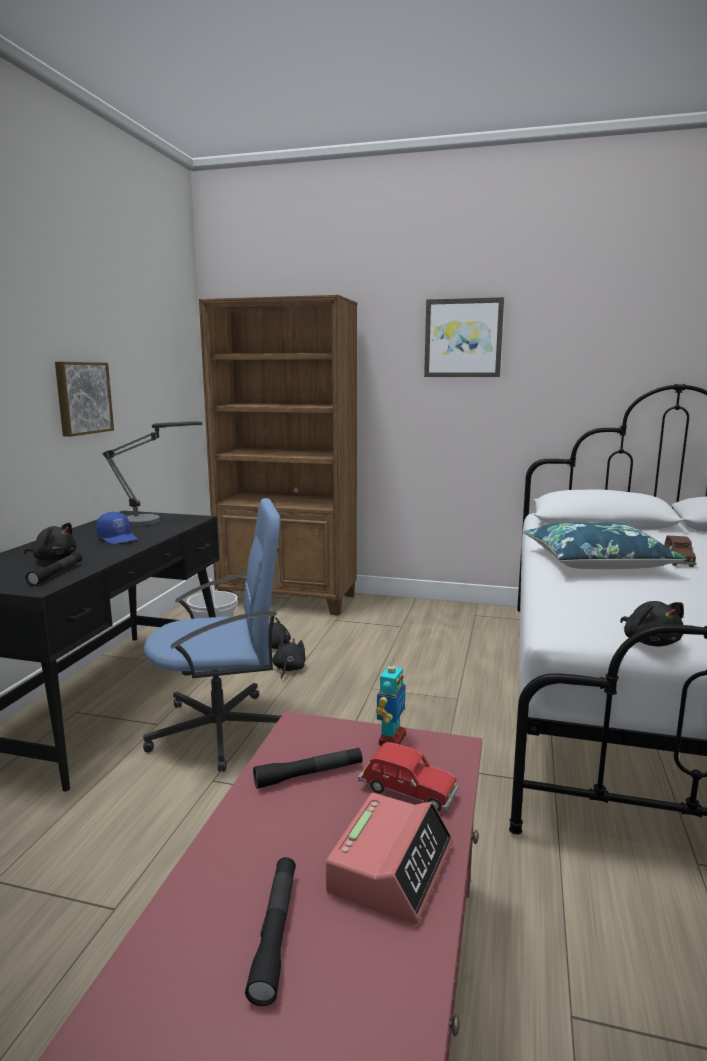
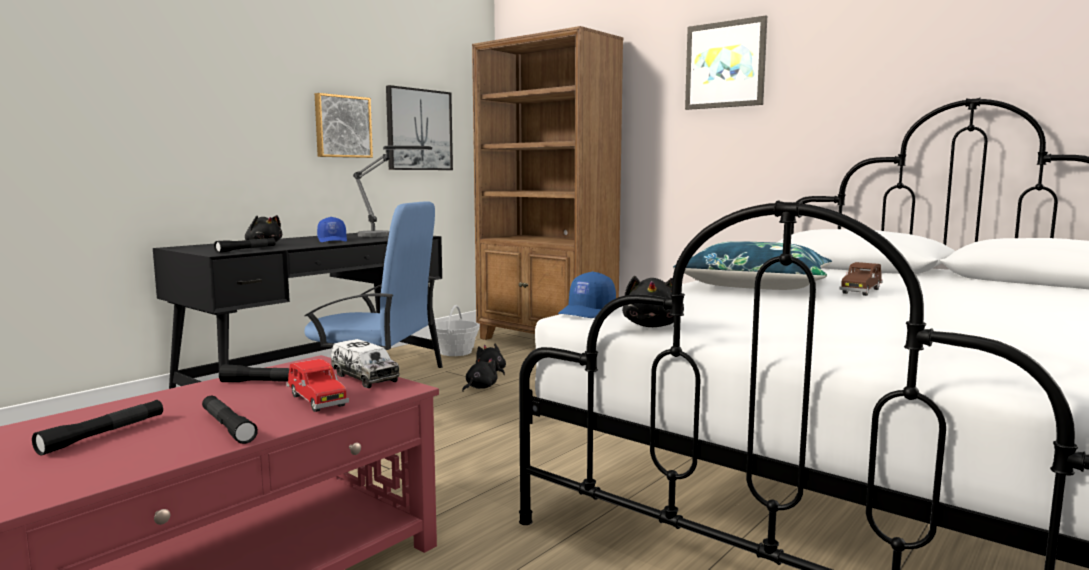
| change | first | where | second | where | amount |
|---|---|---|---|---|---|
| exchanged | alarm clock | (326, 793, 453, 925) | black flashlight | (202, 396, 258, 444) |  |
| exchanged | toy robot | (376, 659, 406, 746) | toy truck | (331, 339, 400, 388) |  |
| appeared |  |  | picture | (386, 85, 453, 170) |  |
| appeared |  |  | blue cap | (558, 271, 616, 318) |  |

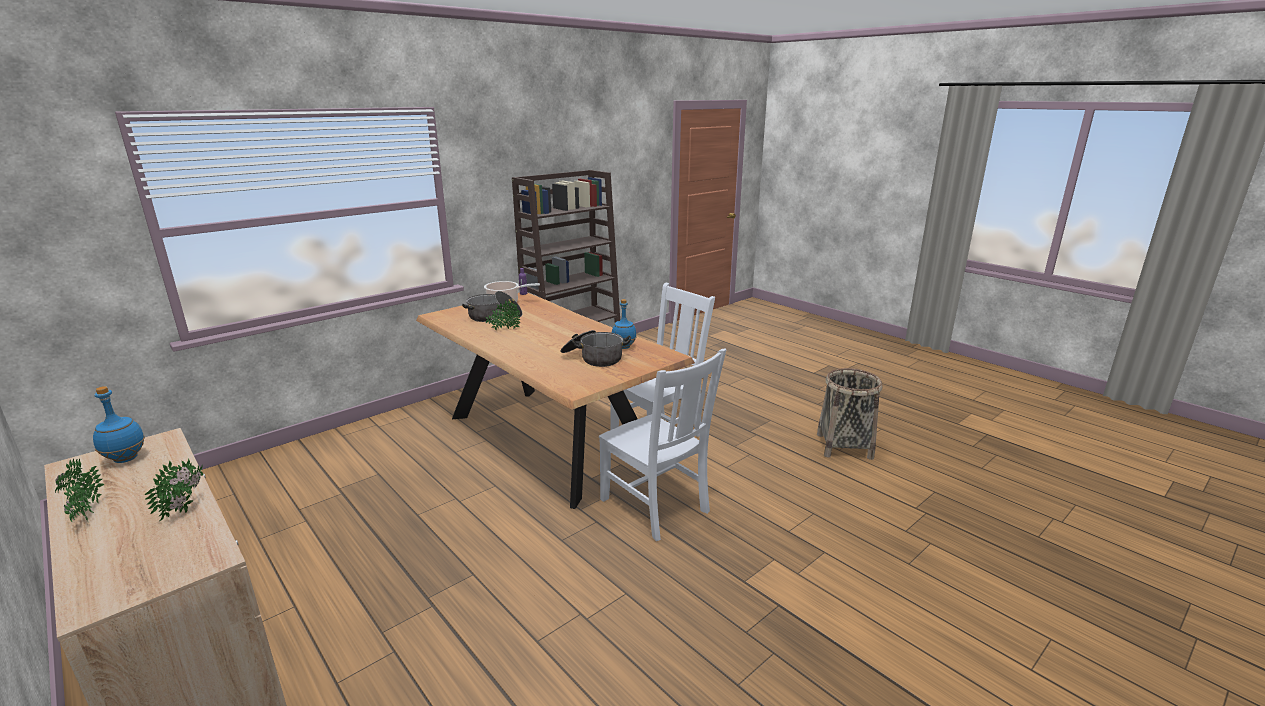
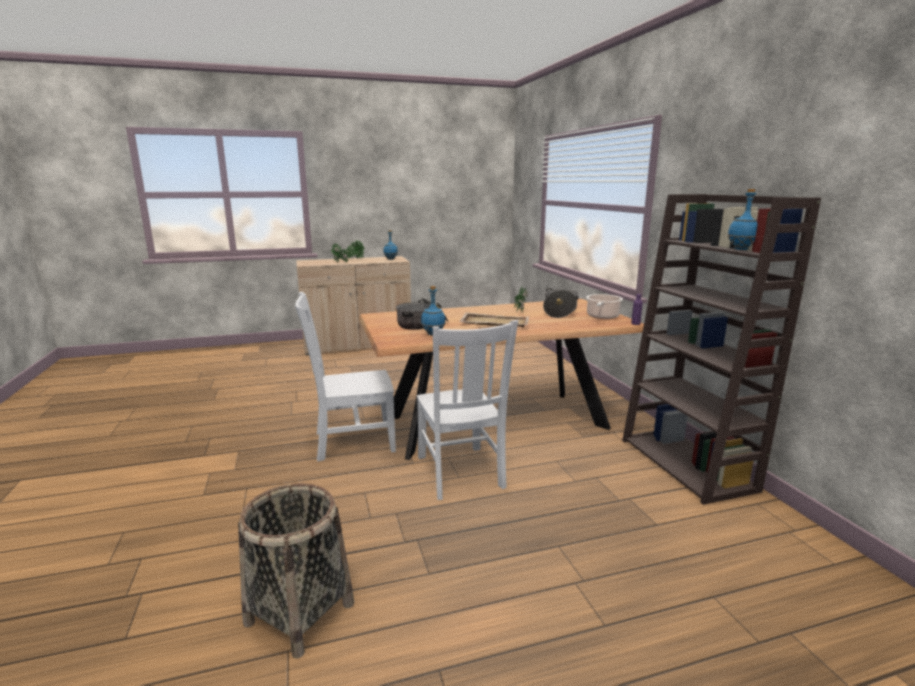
| change | first | where | second | where | amount |
|---|---|---|---|---|---|
| appeared |  |  | beige tray | (459, 312, 529, 327) |  |
| appeared |  |  | blue bottle | (728, 189, 758, 250) |  |

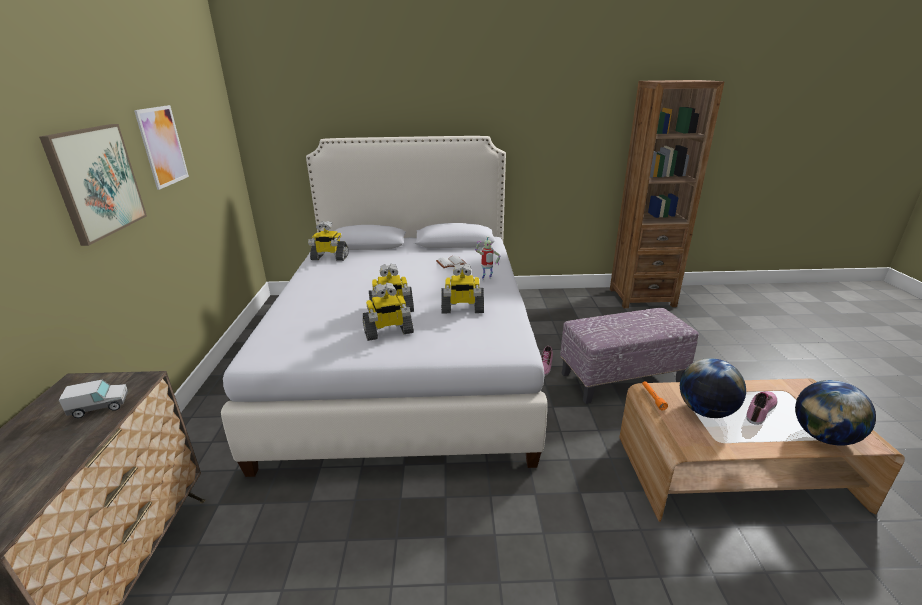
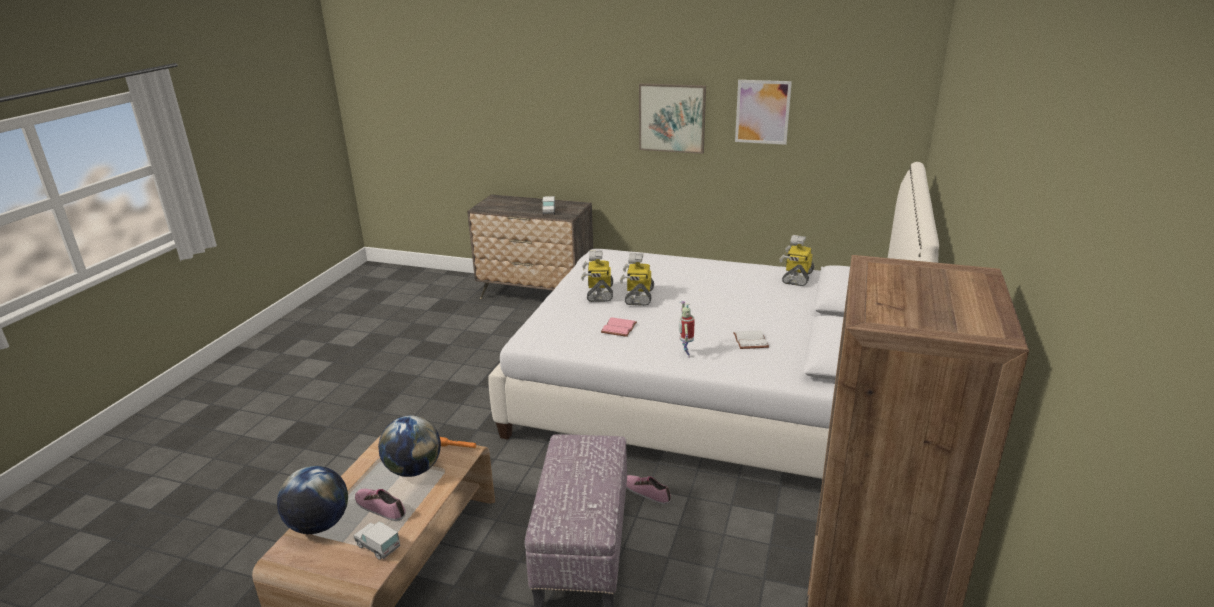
| change | first | where | second | where | amount |
|---|---|---|---|---|---|
| appeared |  |  | toy truck | (353, 522, 400, 560) |  |
| spun | shoe | (746, 391, 777, 425) |  | (355, 489, 406, 521) | 150 degrees clockwise |
| exchanged | toy robot | (441, 263, 484, 313) | pink book | (601, 317, 637, 337) |  |

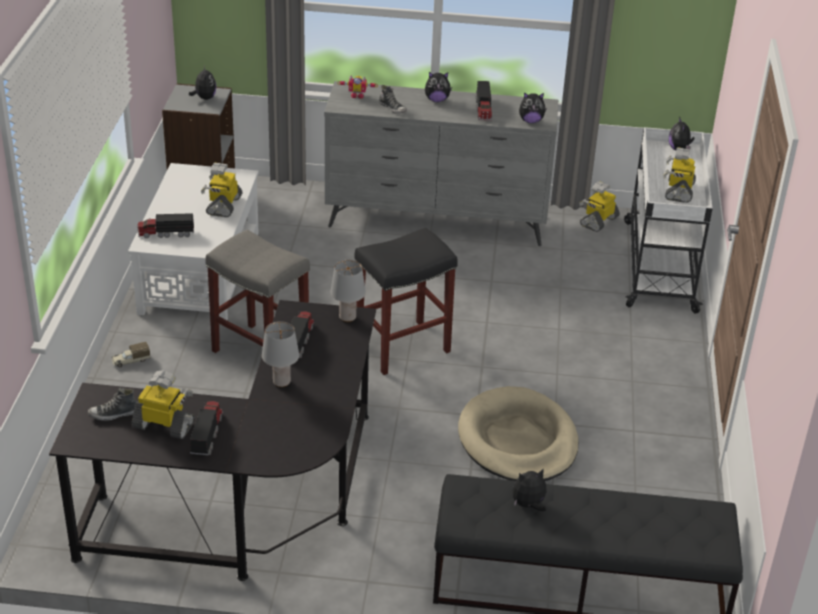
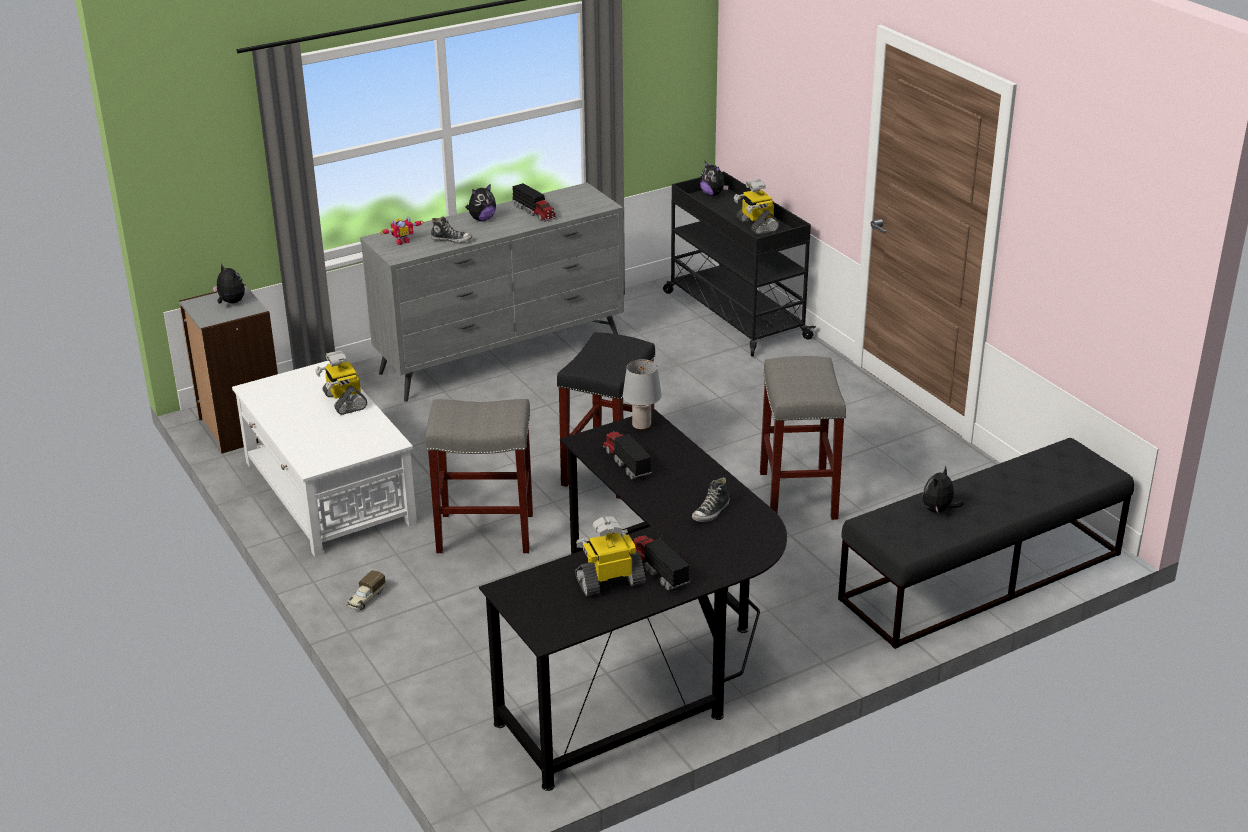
| change | first | where | second | where | amount |
|---|---|---|---|---|---|
| colour | white cart | (624, 127, 713, 314) | black cart | (663, 171, 816, 357) |  |
| relocated | shoe | (88, 387, 137, 421) |  | (692, 477, 730, 522) |  |
| exchanged | beige dog bed | (458, 386, 579, 481) | grey stool | (760, 356, 846, 520) |  |
| missing | toy truck | (137, 213, 194, 238) |  |  |  |
| missing | grey table lamp | (262, 321, 299, 388) |  |  |  |
| missing | plush toy | (519, 92, 547, 123) |  |  |  |
| missing | toy robot | (580, 181, 620, 232) |  |  |  |

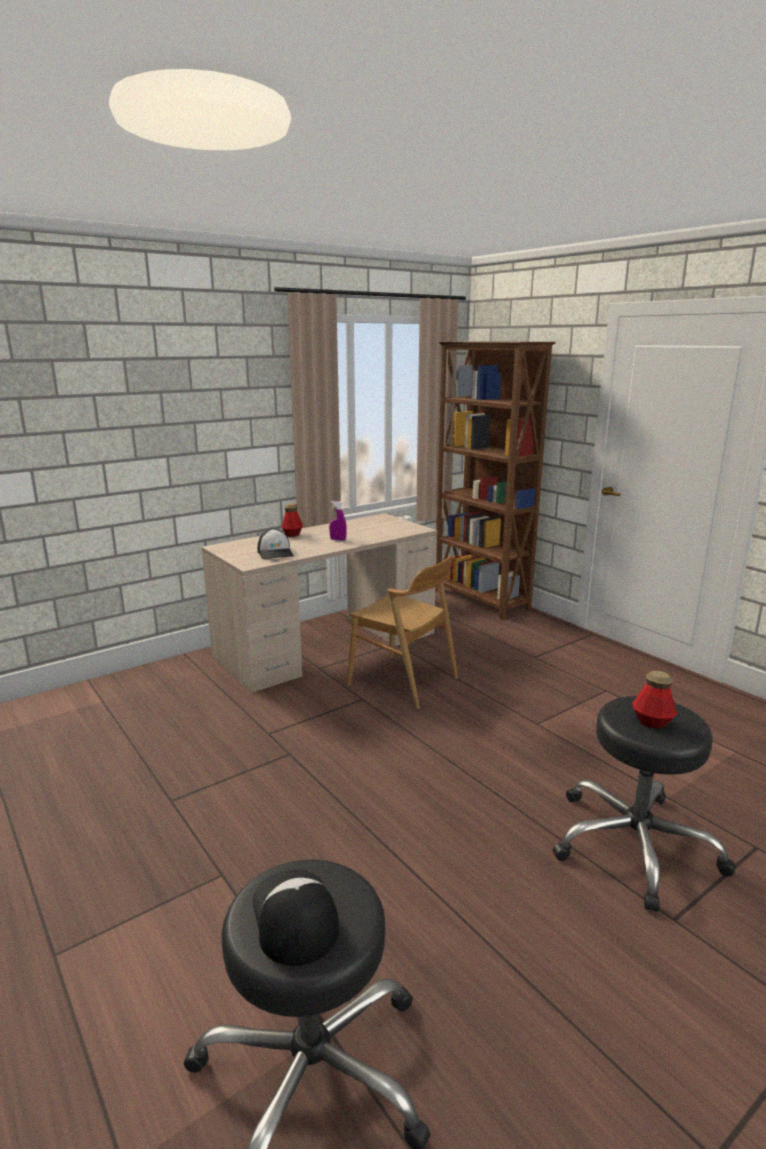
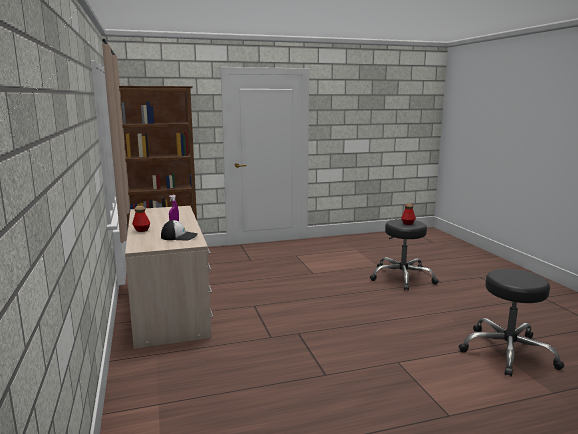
| change | first | where | second | where | amount |
|---|---|---|---|---|---|
| missing | cap | (253, 870, 339, 966) |  |  |  |
| missing | brown chair | (347, 555, 458, 709) |  |  |  |

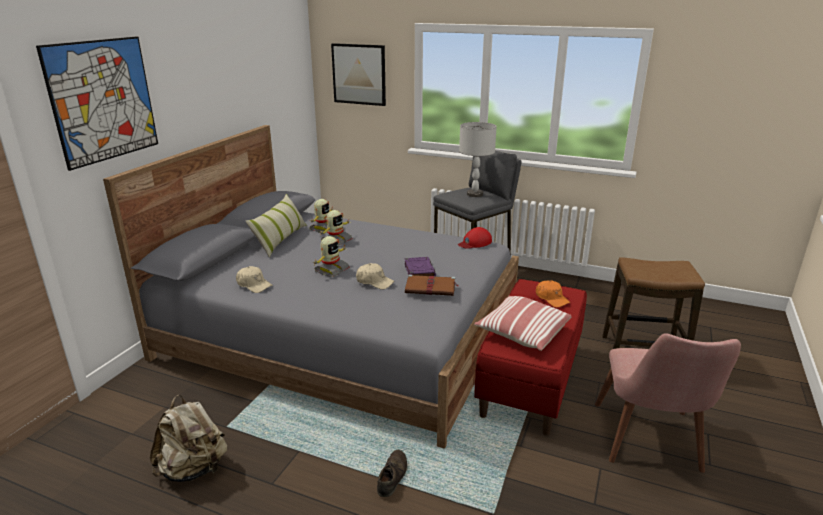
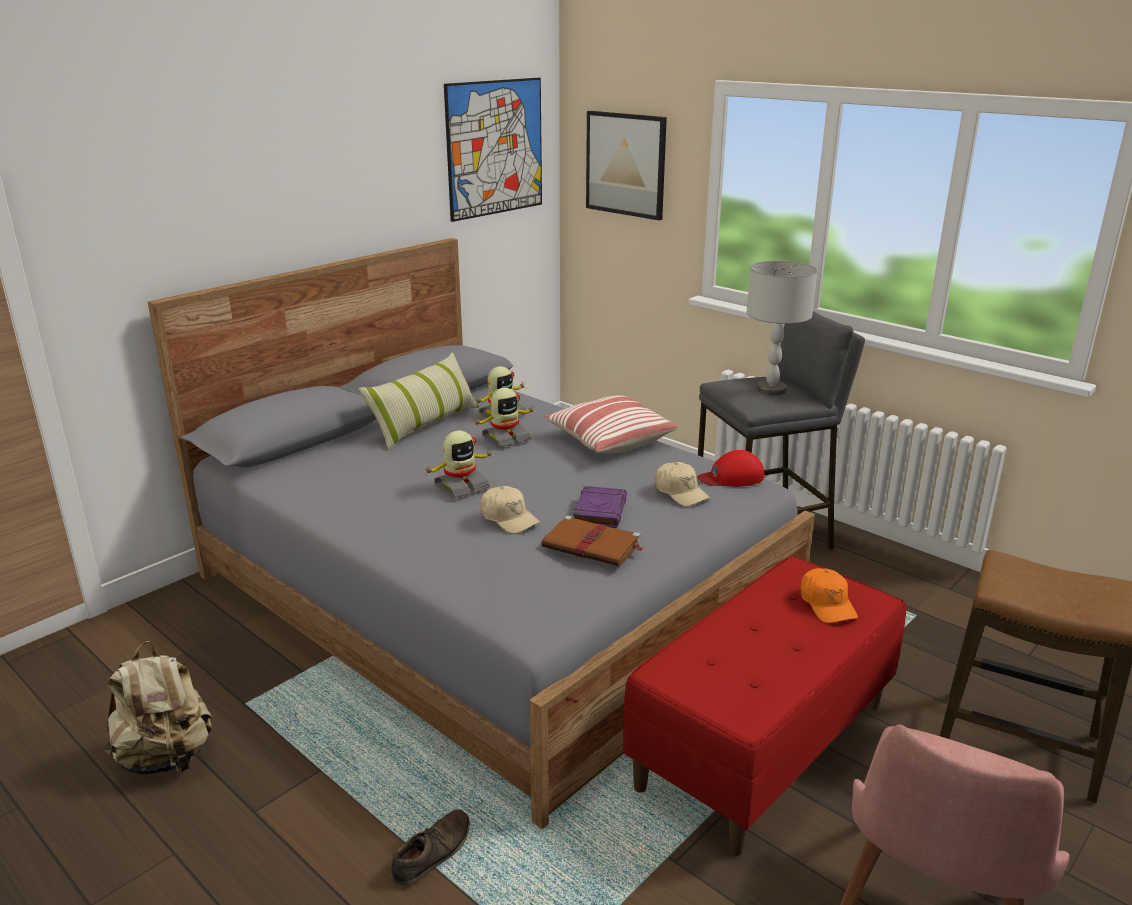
| change | first | where | second | where | amount |
|---|---|---|---|---|---|
| relocated | picture | (36, 36, 158, 171) |  | (444, 78, 542, 222) |  |
| relocated | pillow | (474, 296, 571, 351) |  | (544, 395, 678, 454) |  |
| relocated | beige cap | (236, 266, 273, 293) |  | (654, 462, 710, 506) |  |

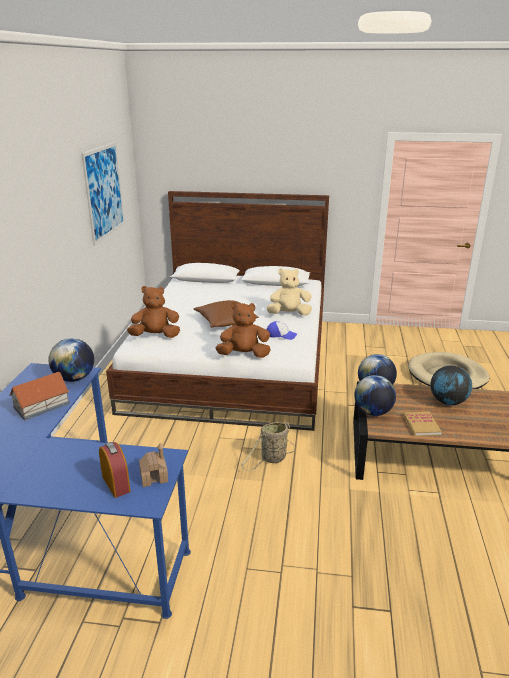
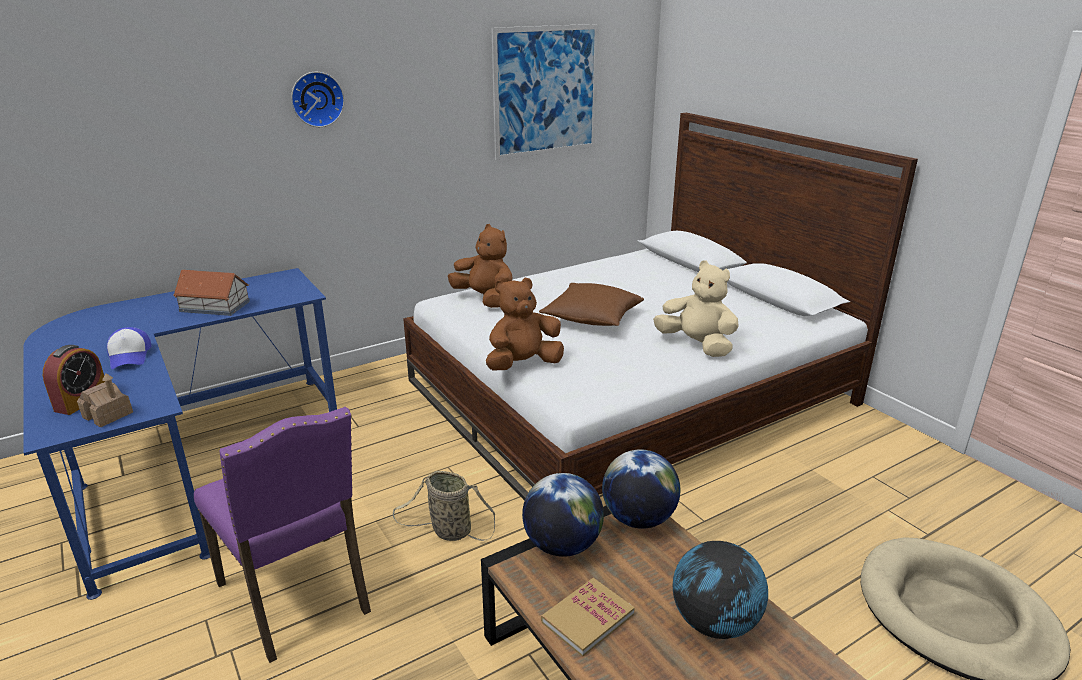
| change | first | where | second | where | amount |
|---|---|---|---|---|---|
| relocated | cap | (266, 321, 297, 340) |  | (107, 327, 152, 369) |  |
| appeared |  |  | purple chair | (194, 407, 371, 663) |  |
| appeared |  |  | wall clock | (291, 72, 345, 127) |  |
| spun | brown plush toy | (215, 302, 271, 358) |  | (486, 278, 564, 371) | 75 degrees counterclockwise |
| missing | globe | (48, 338, 94, 382) |  |  |  |

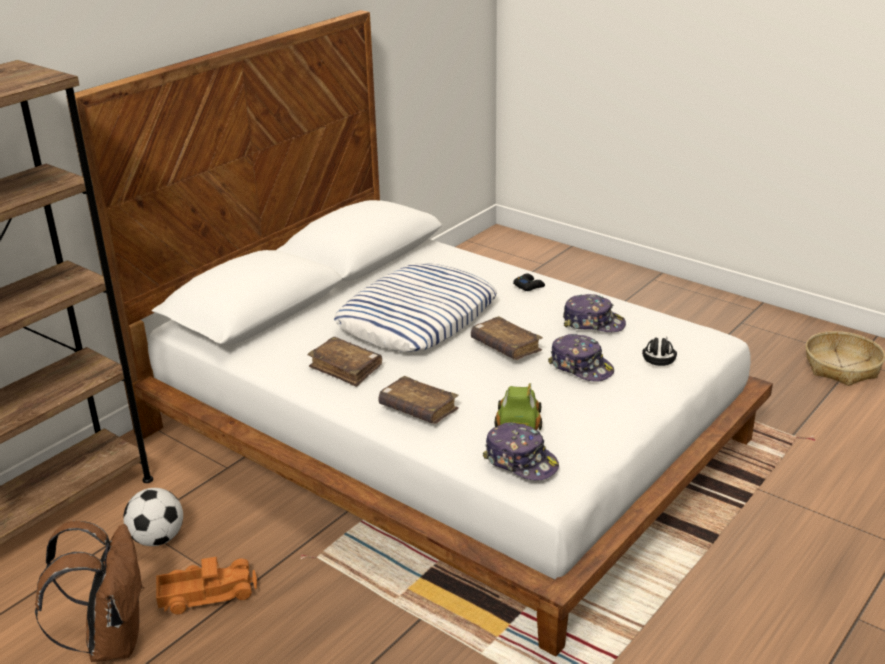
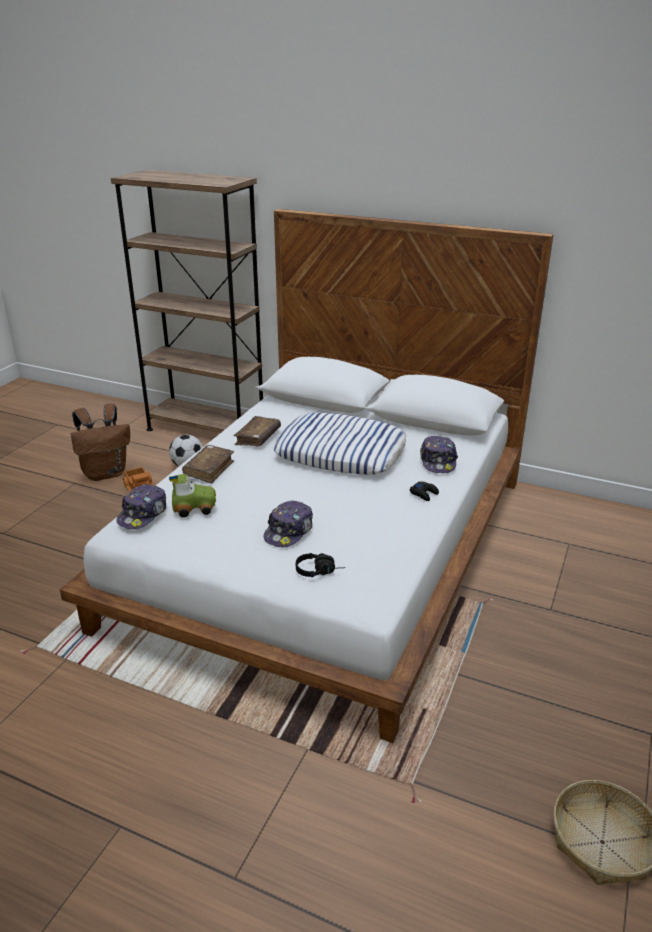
| change | first | where | second | where | amount |
|---|---|---|---|---|---|
| relocated | cap | (563, 294, 626, 332) |  | (420, 436, 458, 473) |  |
| missing | brown book | (471, 316, 543, 360) |  |  |  |

